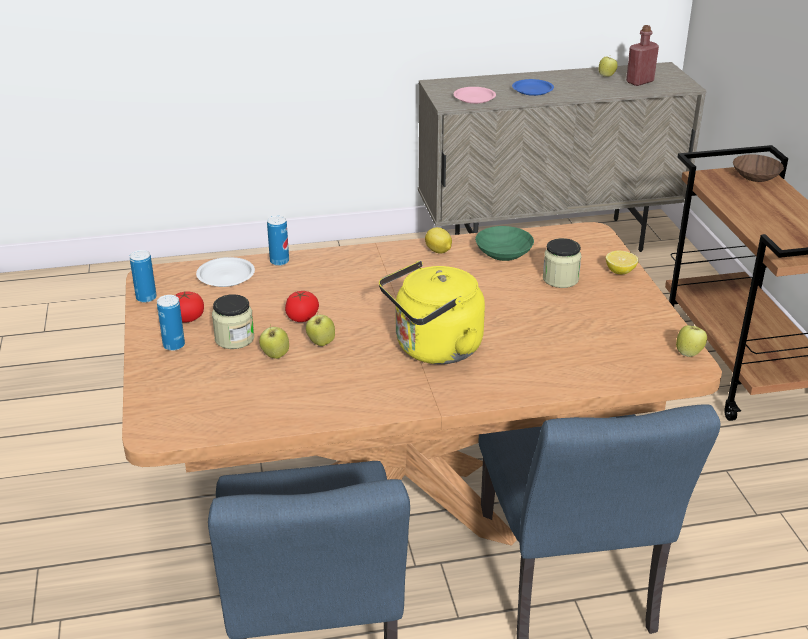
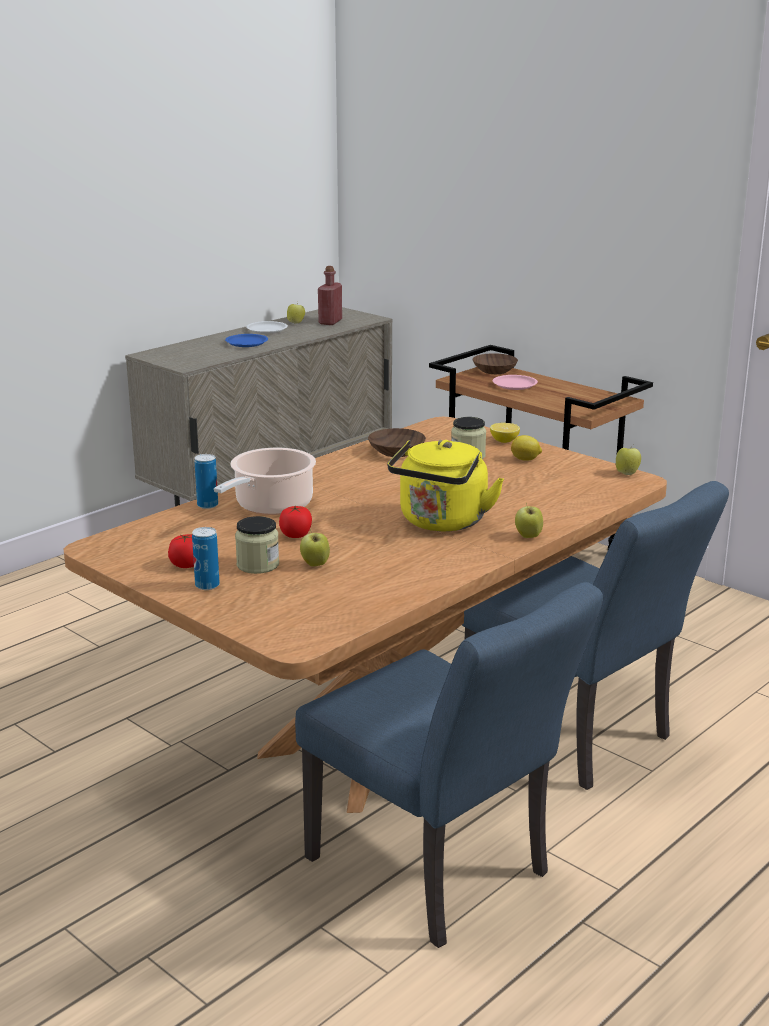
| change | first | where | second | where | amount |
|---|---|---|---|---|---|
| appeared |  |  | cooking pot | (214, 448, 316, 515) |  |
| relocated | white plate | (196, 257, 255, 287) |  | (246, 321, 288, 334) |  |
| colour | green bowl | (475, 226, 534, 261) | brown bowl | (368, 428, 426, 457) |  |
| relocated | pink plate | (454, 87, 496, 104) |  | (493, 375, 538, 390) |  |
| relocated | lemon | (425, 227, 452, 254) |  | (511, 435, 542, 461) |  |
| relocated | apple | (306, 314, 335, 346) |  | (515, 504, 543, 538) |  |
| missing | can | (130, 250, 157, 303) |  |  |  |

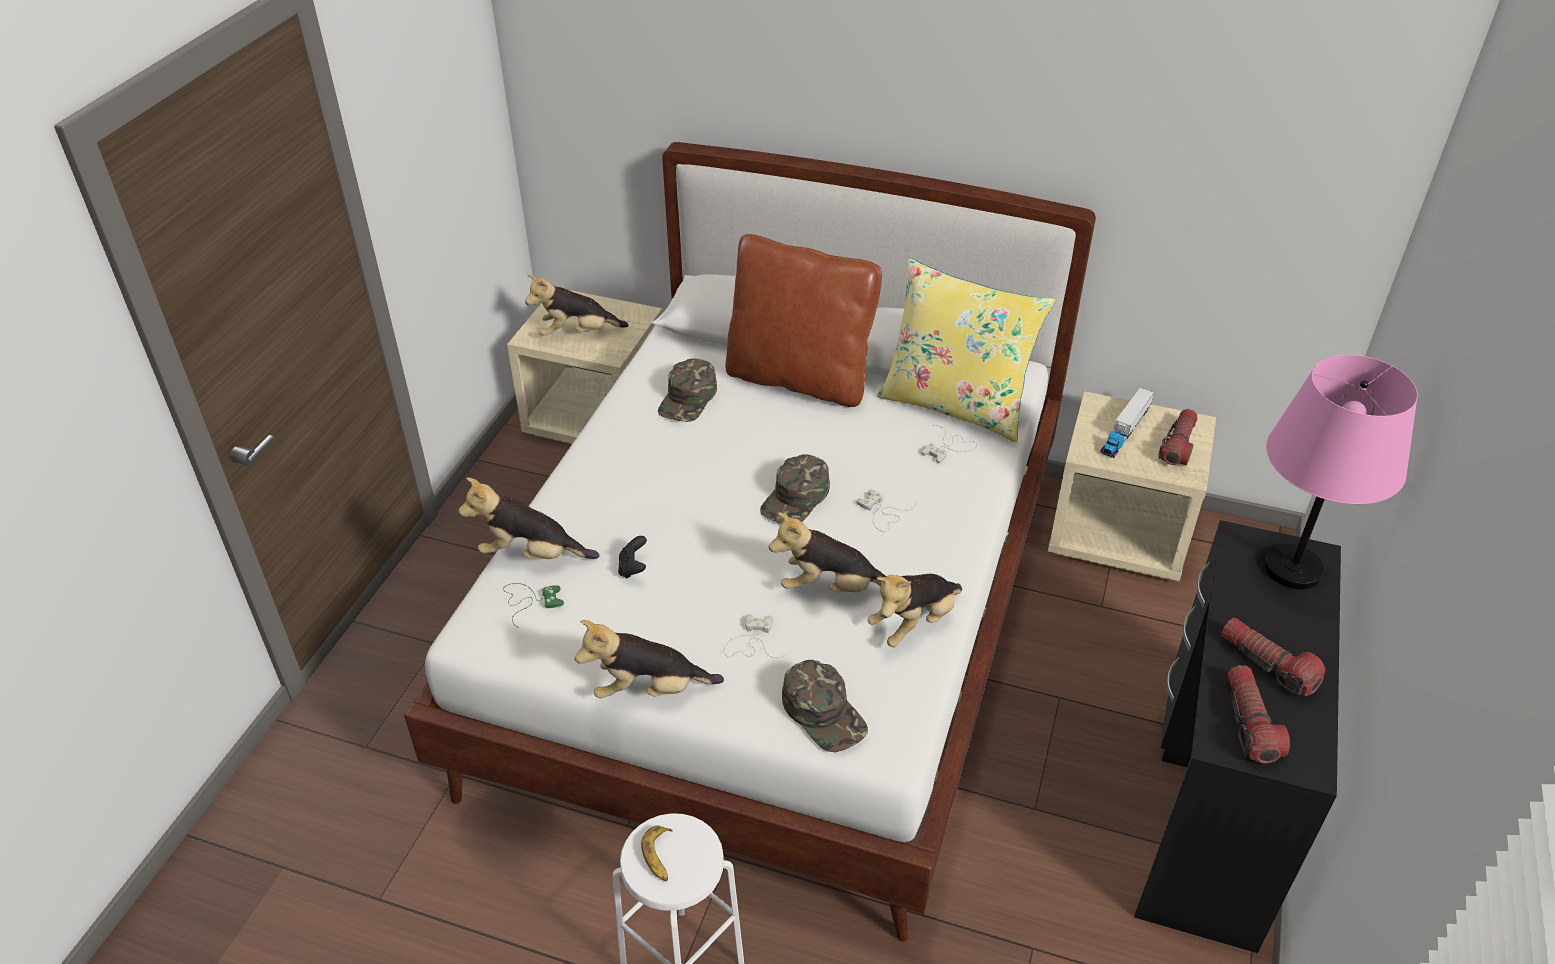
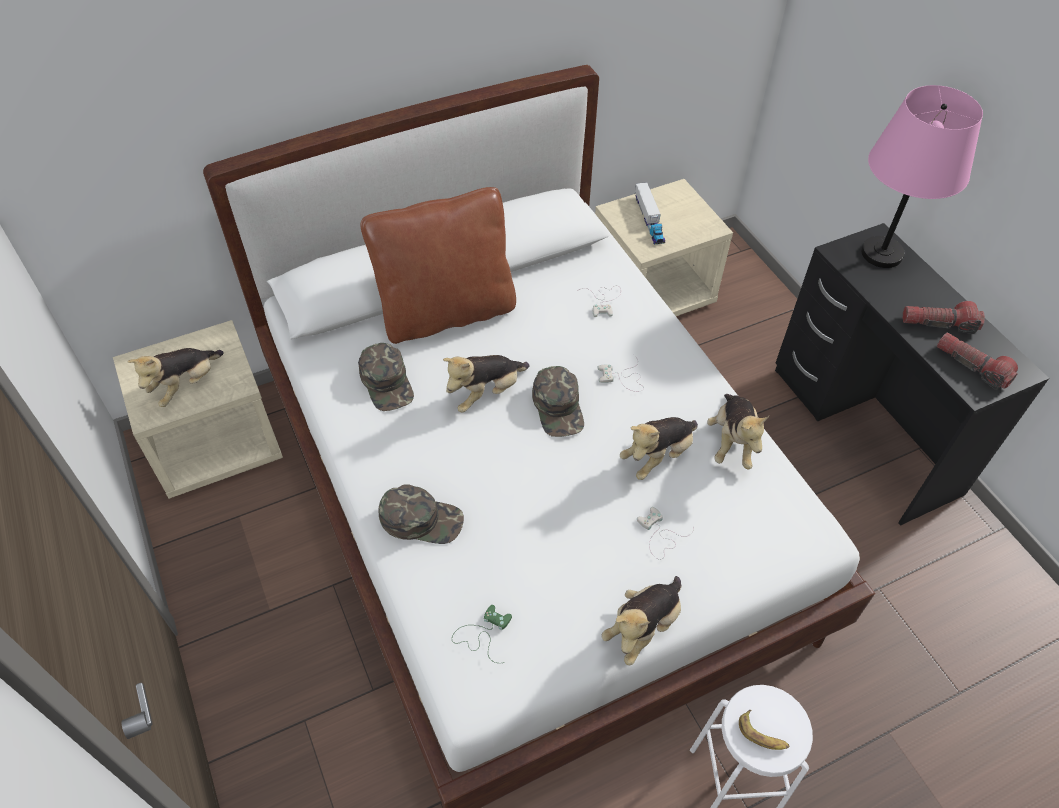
| change | first | where | second | where | amount |
|---|---|---|---|---|---|
| relocated | green cap | (782, 660, 868, 752) |  | (379, 484, 464, 544) |  |
| relocated | plush toy | (459, 477, 599, 559) |  | (443, 355, 529, 413) |  |
| missing | black game controller | (618, 536, 647, 578) |  |  |  |
| missing | yellow pillow | (877, 258, 1055, 442) |  |  |  |
| missing | flashlight | (1158, 409, 1198, 465) |  |  |  |

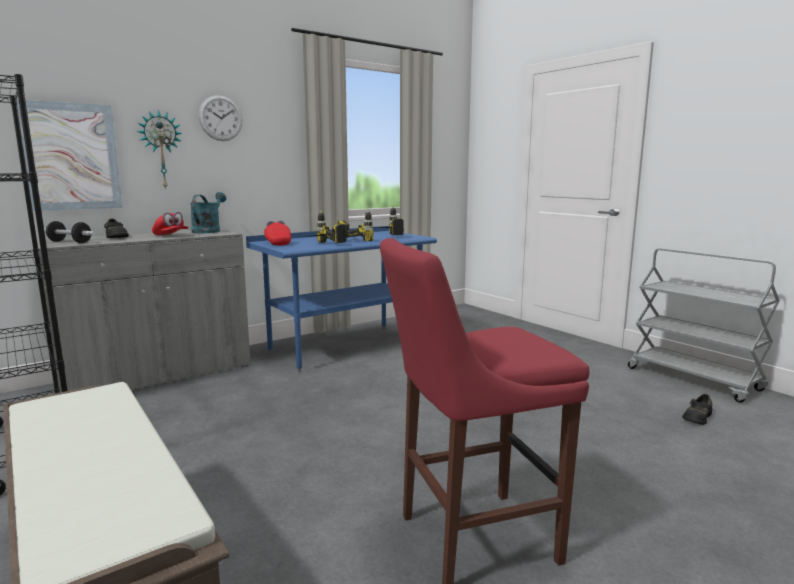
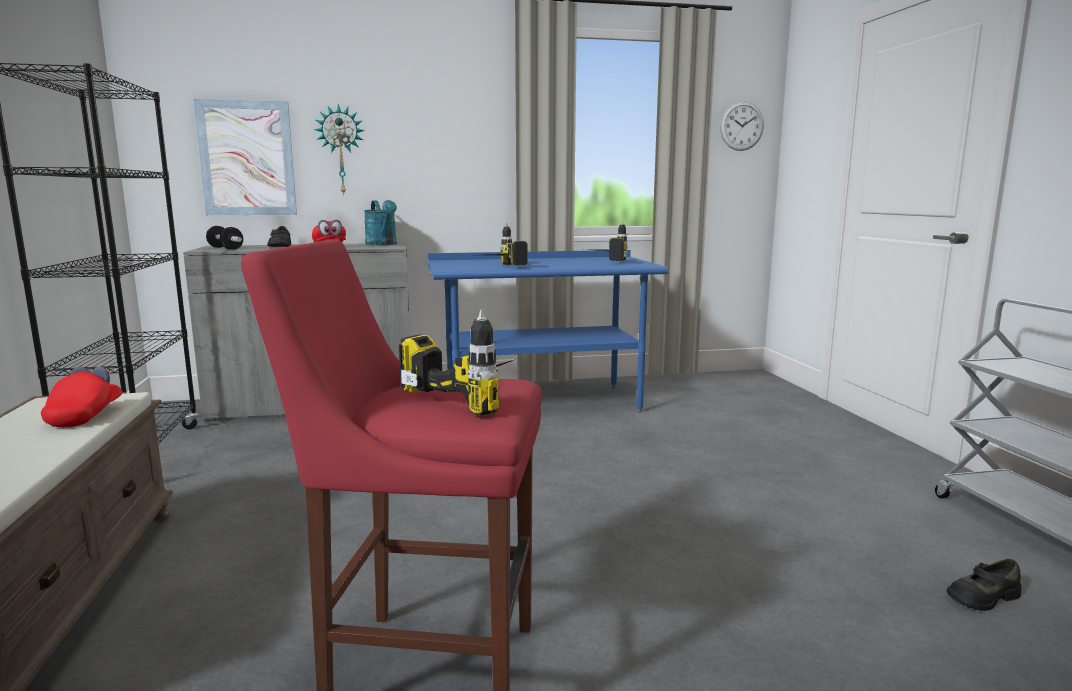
| change | first | where | second | where | amount |
|---|---|---|---|---|---|
| relocated | red cap | (264, 221, 291, 245) |  | (41, 366, 122, 428) |  |
| spun | turquoise watering can | (191, 192, 226, 233) |  | (364, 200, 397, 246) | 120 degrees clockwise |
| relocated | power drill | (338, 209, 374, 241) |  | (399, 310, 519, 415) |  |
| relocated | wall clock | (199, 95, 243, 141) |  | (720, 101, 764, 151) |  |

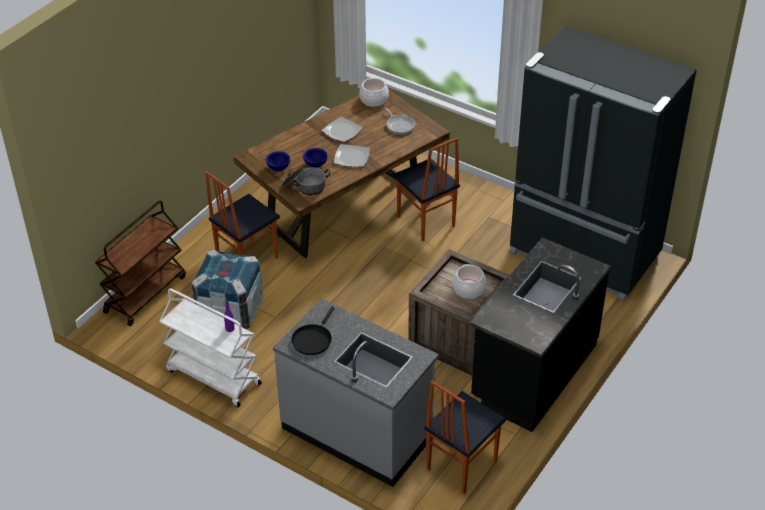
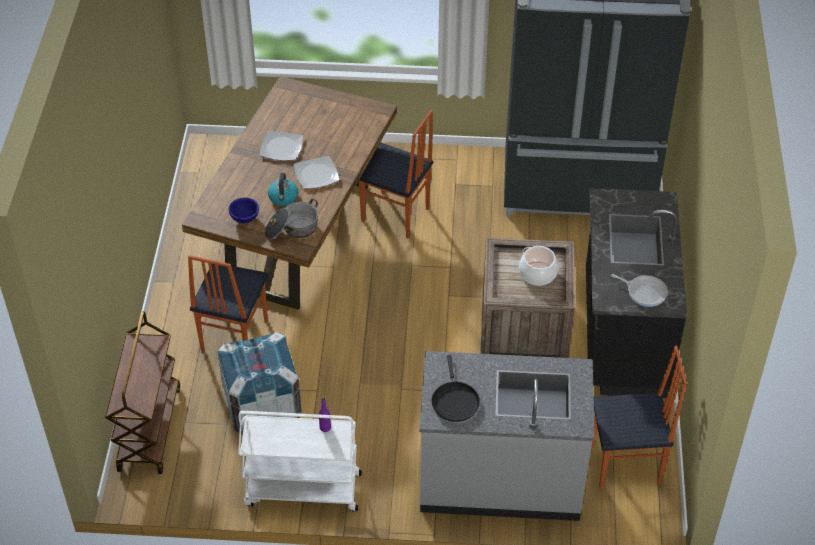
| change | first | where | second | where | amount |
|---|---|---|---|---|---|
| exchanged | blue bowl | (303, 148, 328, 167) | kettle | (268, 173, 298, 206) |  |
| spun | chair | (424, 381, 506, 494) |  | (592, 345, 687, 489) | 105 degrees counterclockwise |
| relocated | frying pan | (385, 108, 415, 134) |  | (611, 274, 668, 307) |  |
| missing | cooking pot | (359, 78, 389, 107) |  |  |  |

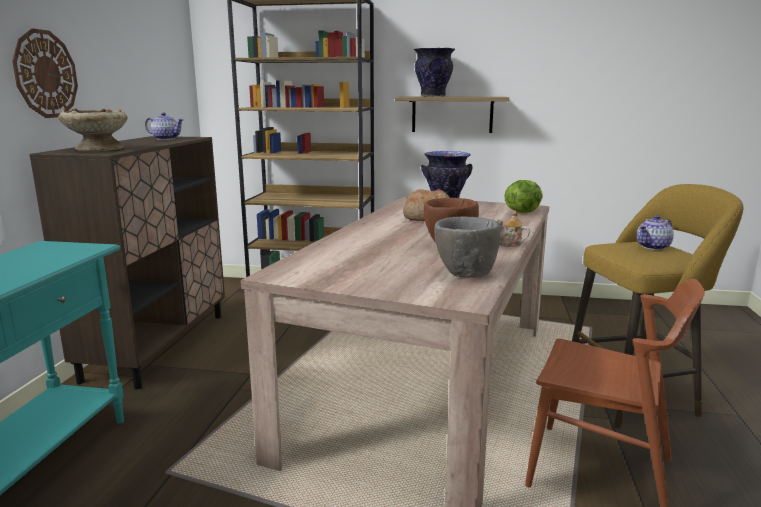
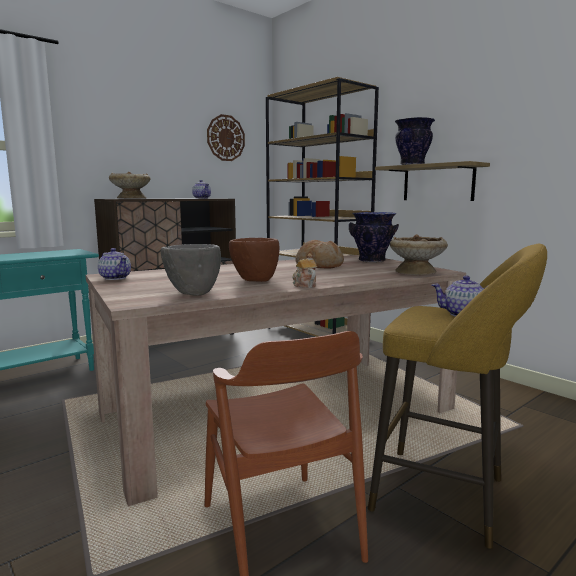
| change | first | where | second | where | amount |
|---|---|---|---|---|---|
| appeared |  |  | teapot | (98, 248, 131, 280) |  |
| relocated | wall clock | (12, 28, 78, 118) |  | (207, 114, 245, 161) |  |
| exchanged | lettuce | (504, 180, 543, 213) | beige bowl | (390, 234, 448, 275) |  |

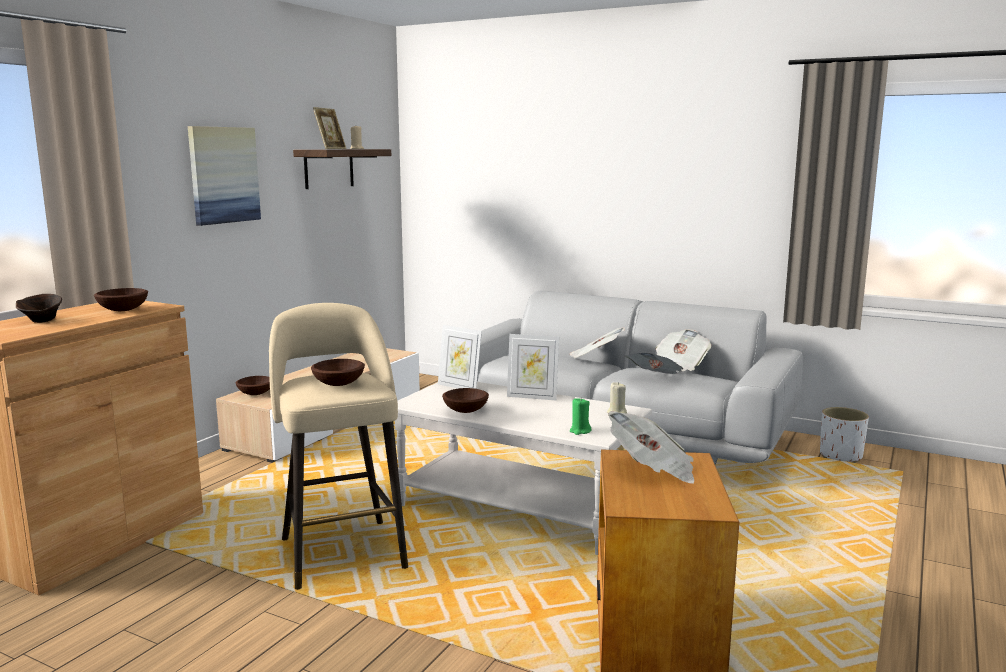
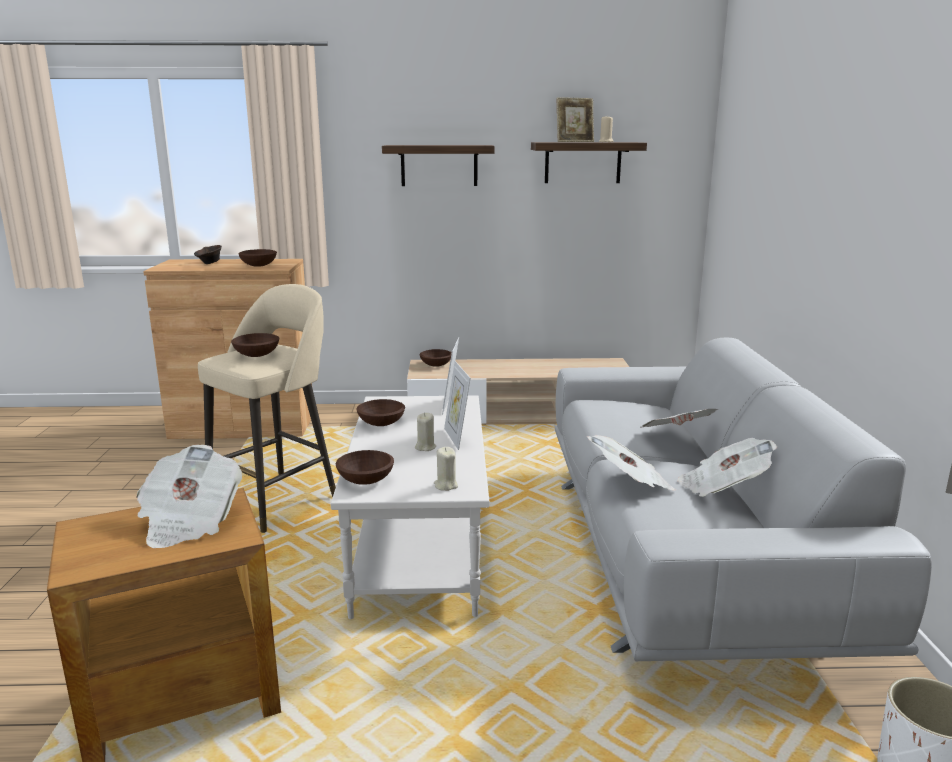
| change | first | where | second | where | amount |
|---|---|---|---|---|---|
| exchanged | green candle | (570, 398, 591, 435) | brown bowl | (336, 450, 394, 485) |  |
| exchanged | picture | (188, 126, 261, 226) | shelf | (382, 145, 495, 186) |  |
| appeared |  |  | beige candle | (415, 413, 436, 451) |  |

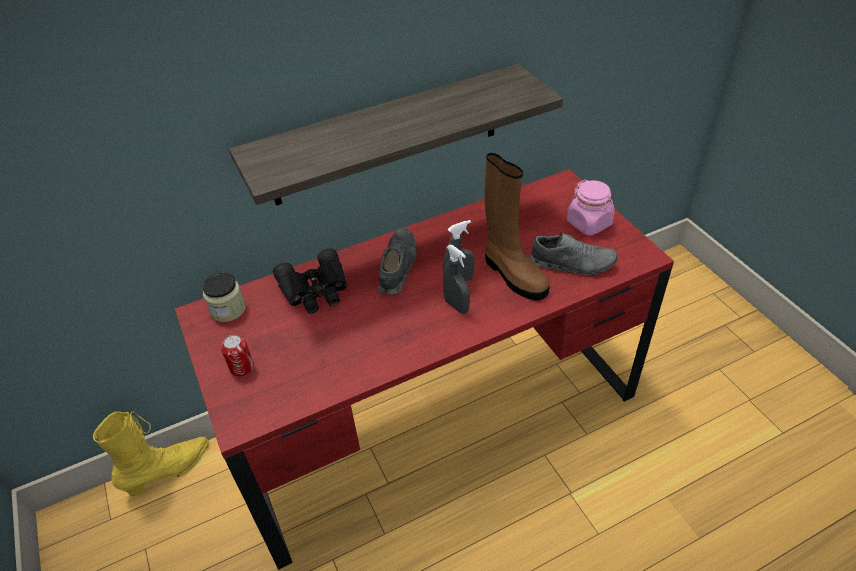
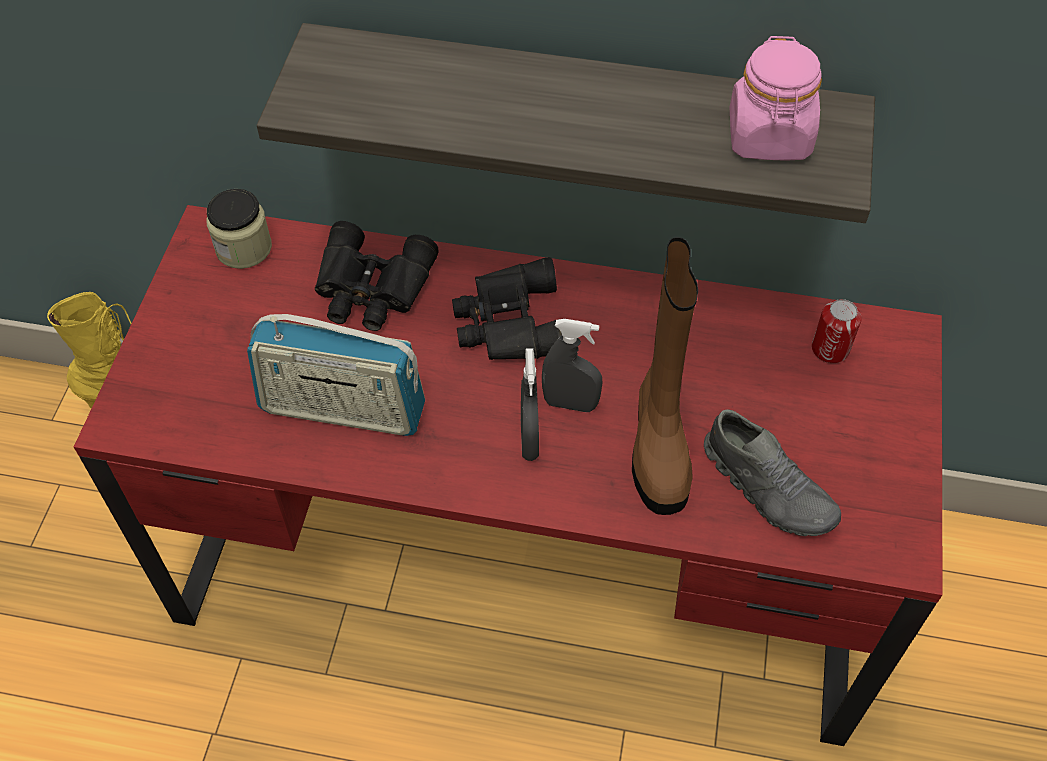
| change | first | where | second | where | amount |
|---|---|---|---|---|---|
| appeared |  |  | radio | (247, 314, 425, 436) |  |
| exchanged | grey shoe | (378, 228, 417, 295) | black binoculars | (452, 257, 562, 360) |  |
| relocated | pink jar | (567, 180, 614, 236) |  | (730, 36, 822, 161) |  |
| relocated | can | (221, 335, 254, 377) |  | (812, 299, 862, 363) |  |

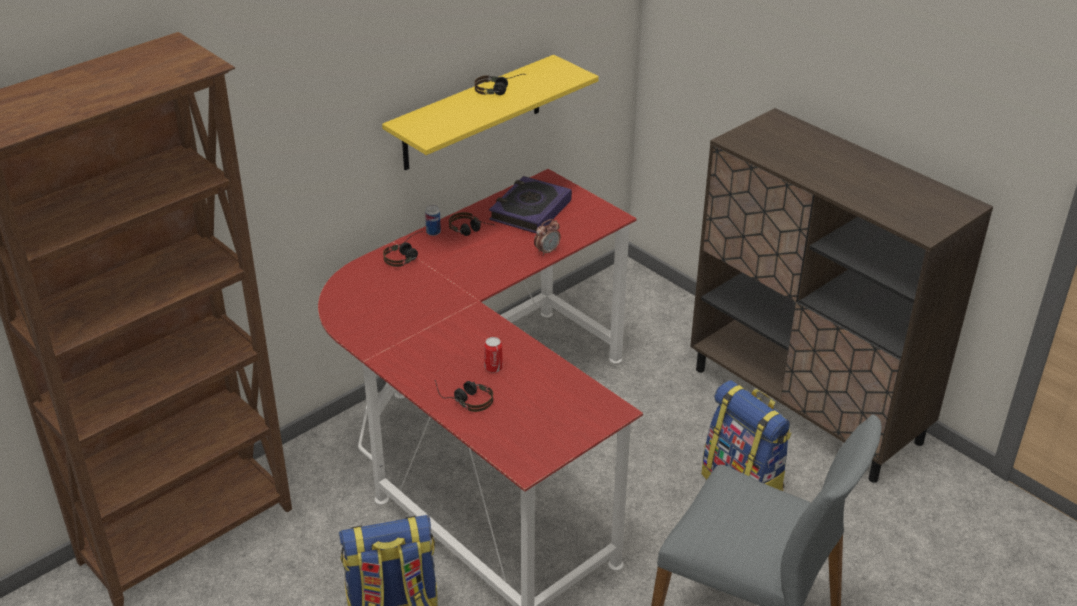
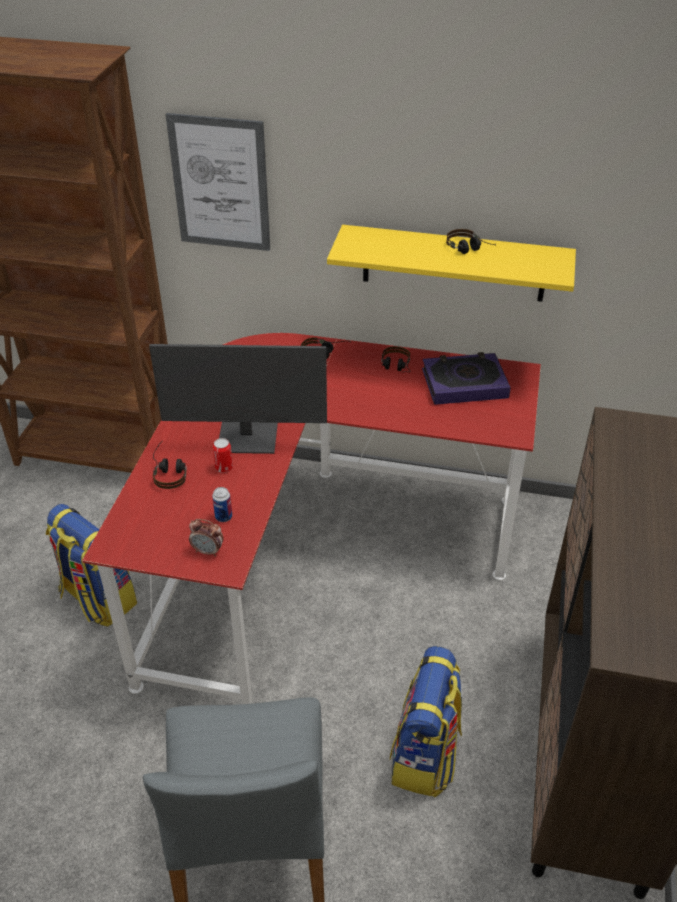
| change | first | where | second | where | amount |
|---|---|---|---|---|---|
| appeared |  |  | monitor | (149, 344, 327, 454) |  |
| appeared |  |  | picture | (165, 113, 270, 251) |  |
| relocated | alarm clock | (534, 219, 561, 256) |  | (189, 519, 224, 557) |  |
| relocated | can | (425, 205, 441, 236) |  | (212, 487, 232, 522) |  |

